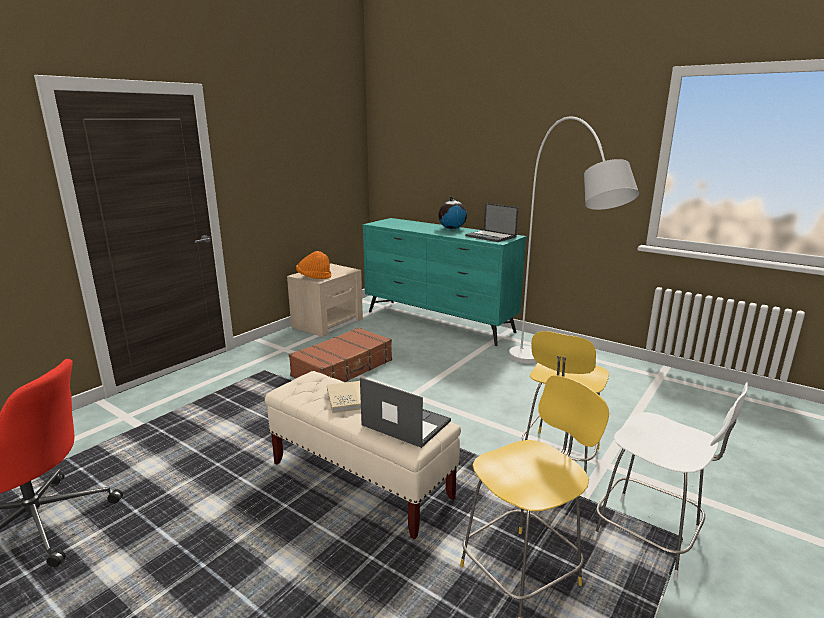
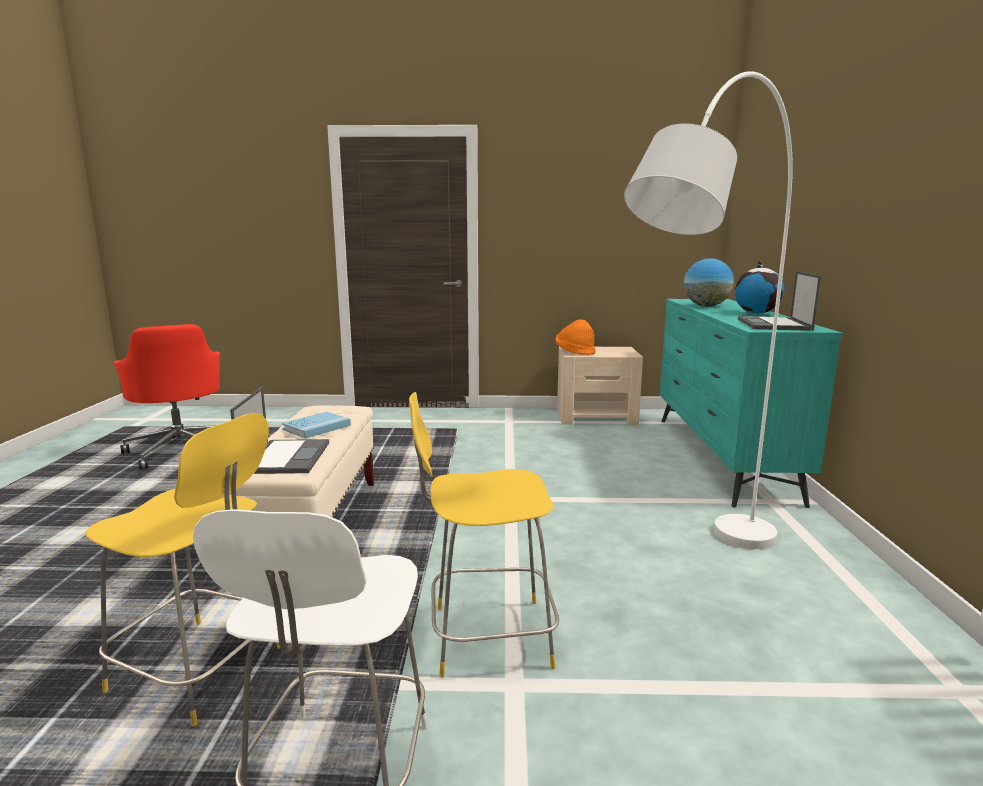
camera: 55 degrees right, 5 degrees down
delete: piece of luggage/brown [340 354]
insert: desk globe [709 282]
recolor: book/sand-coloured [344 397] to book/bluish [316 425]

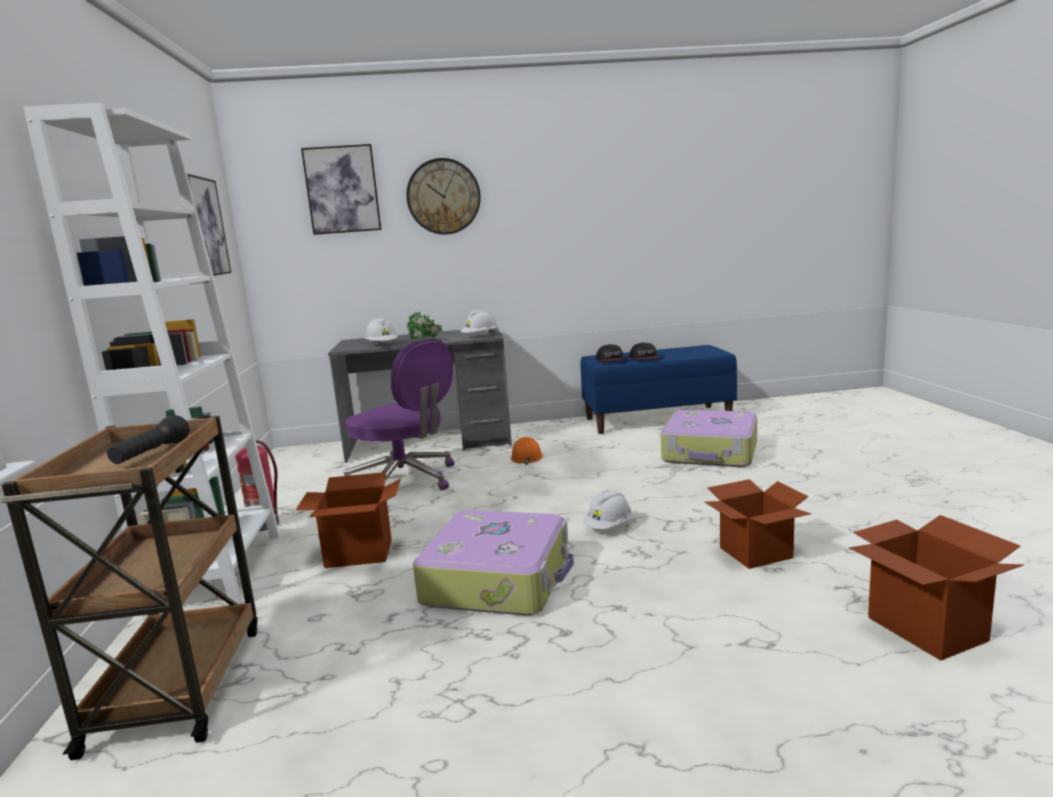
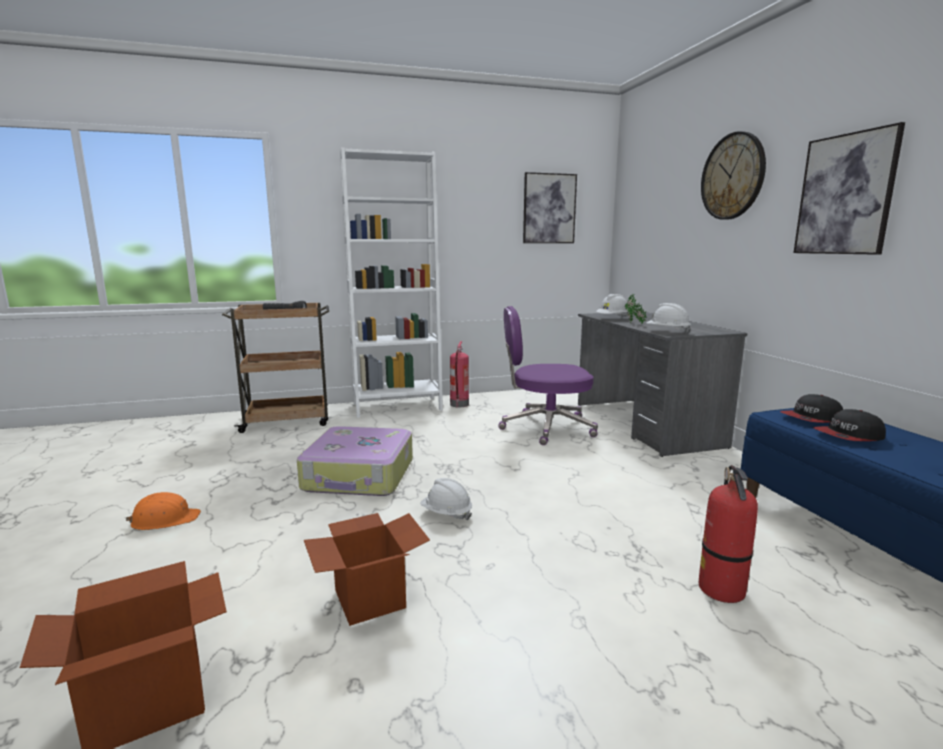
camera: 80 degrees right, 0 degrees up
delete: packing box [348 520]
move: wall art [341 189] to [849 188]; hard hat/orange [527 451] to [163 511]
replace: piece of luggage [709 438] to fire-fighting cylinder [728 534]
rotate: desk chair/purplish [399 414] = [548 375] 60 degrees clockwise

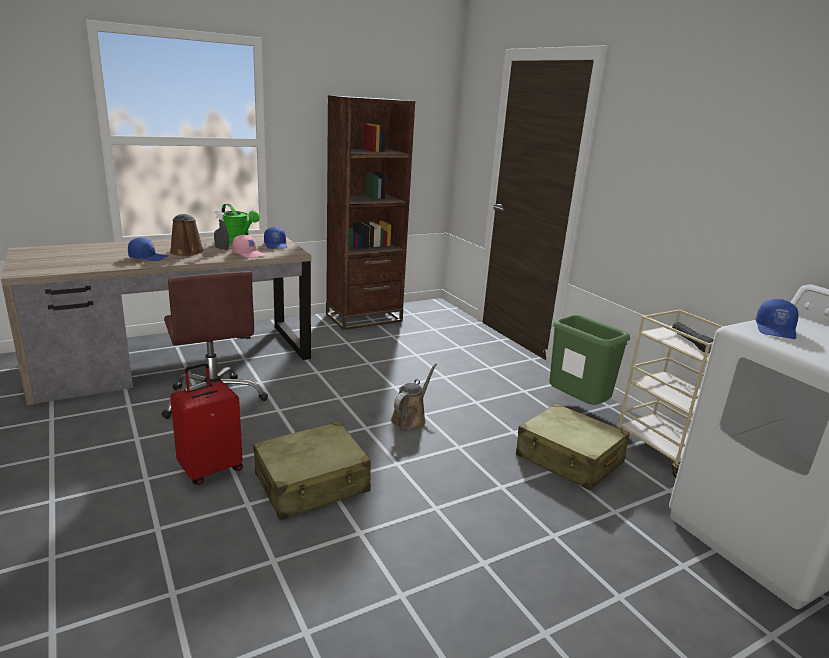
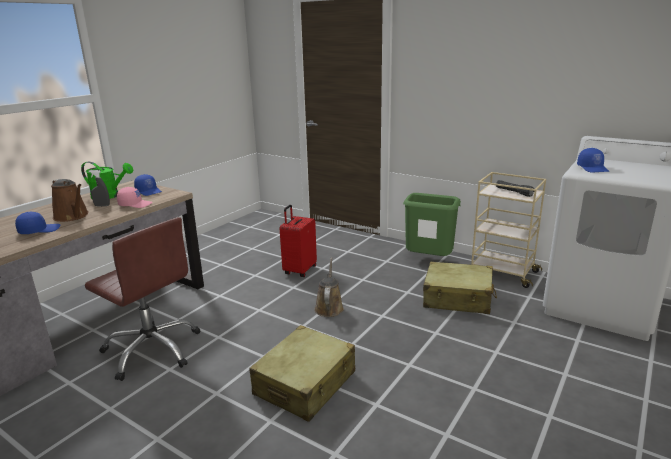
camera: 25 degrees left, 0 degrees up
delete: bookcase/brown [370 212]
move: piece of luggage/reddish [206 423] to [298 241]

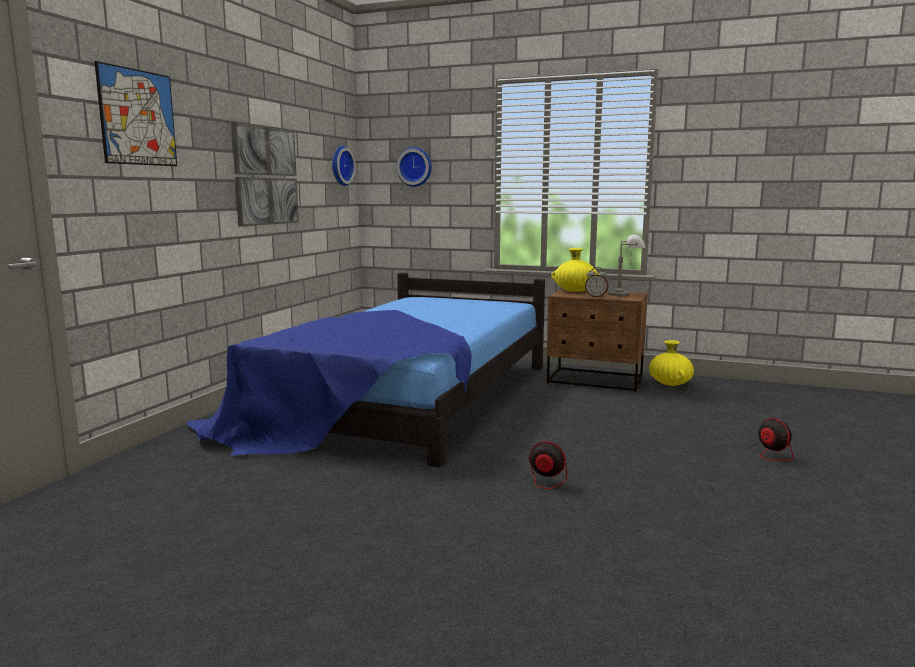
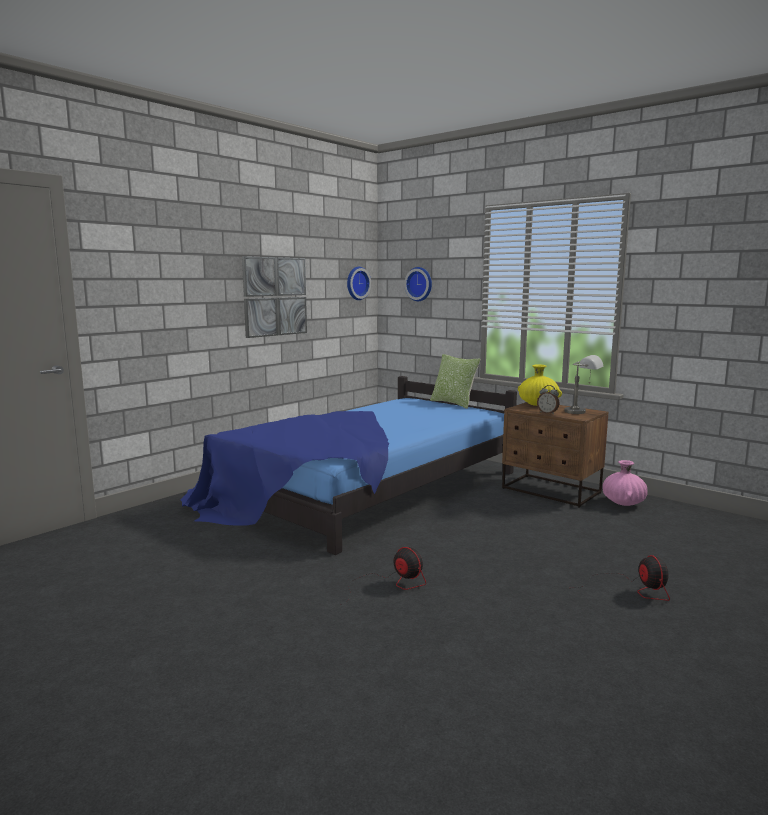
camera: 20 degrees right, 0 degrees up
delete: wall art [135 113]
insert: pillow [455 381]
recolor: decorative vase/yellow-coloured [671 363] to decorative vase/pink [625 483]

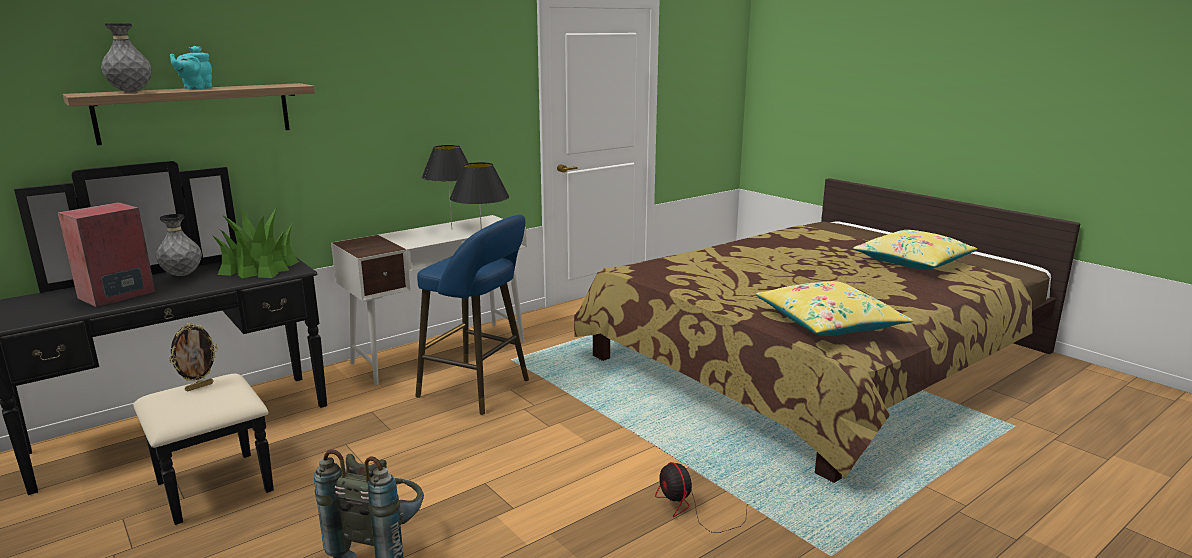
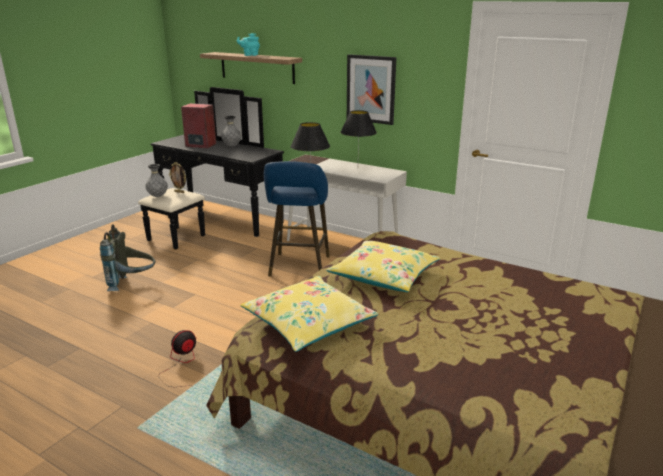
camera: 70 degrees right, 5 degrees up
delete: plant in a pot [255 243]
insert: wall art [372 89]
move: decorative vase/greyish [126 57] to [156 180]; pillow/yellow-coloured [915 250] to [383 266]

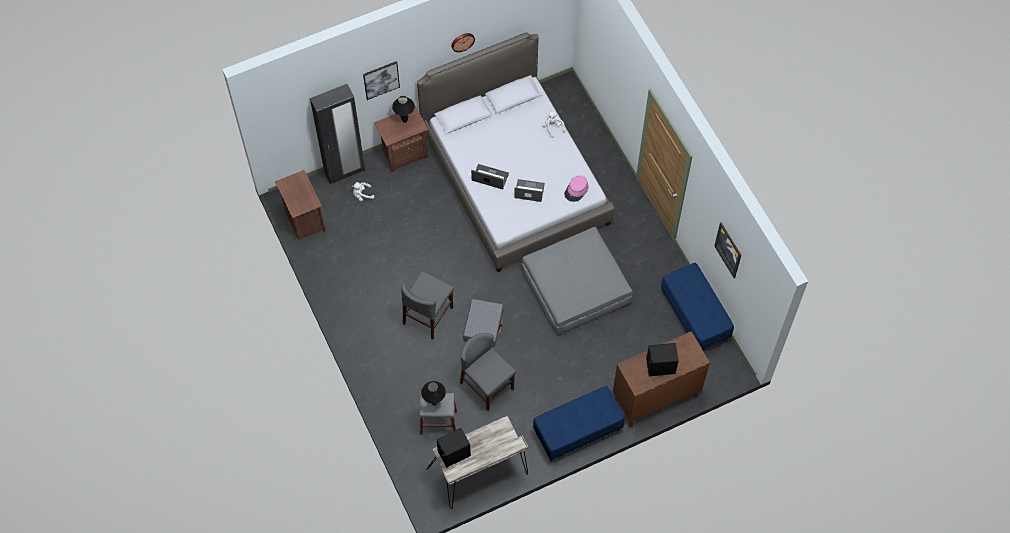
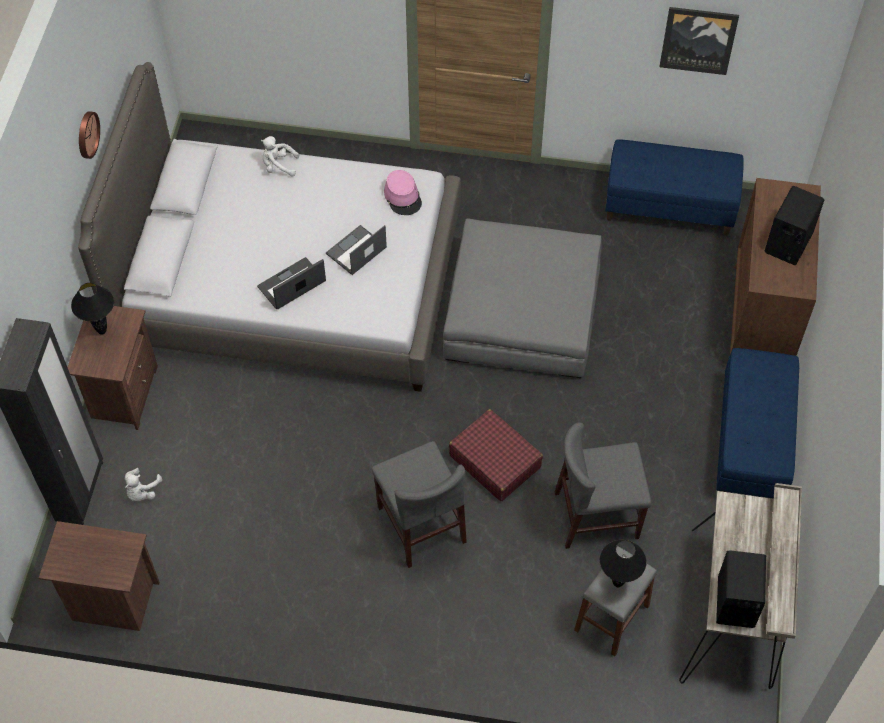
camera: 55 degrees left, 5 degrees down
delete: wall art [381 80]
recolor: piece of luggage/greyish [483 323] to piece of luggage/reddish [496 455]

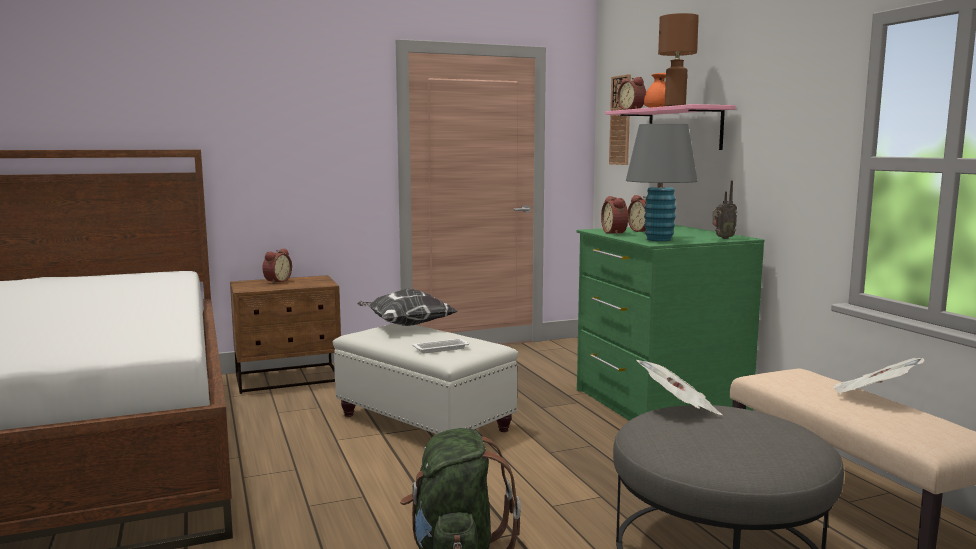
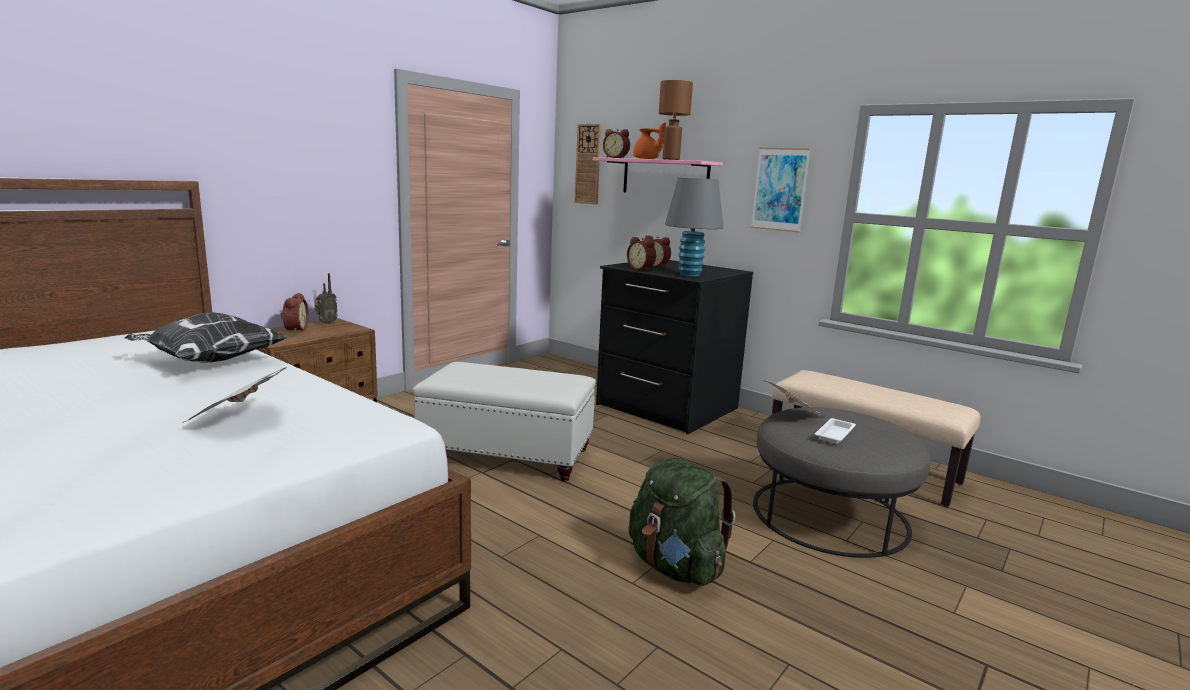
camera: 30 degrees left, 5 degrees up
insert: wall art [781 190]
move: pillow [407 307] to [206 337]; serving tray/white-coloured [440 346] to [835 431]; radio receiver [724 210] to [326 298]; daily paper [879 376] to [234 395]
recolor: drawer chest/green-coloured [670 323] to drawer chest/blackish [674 347]

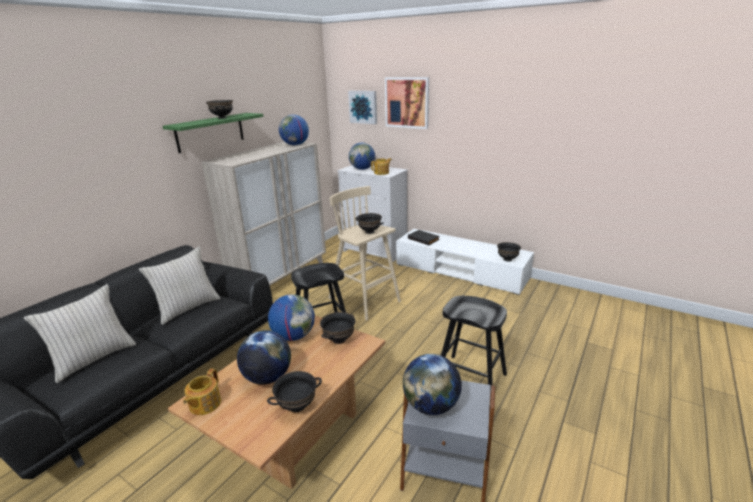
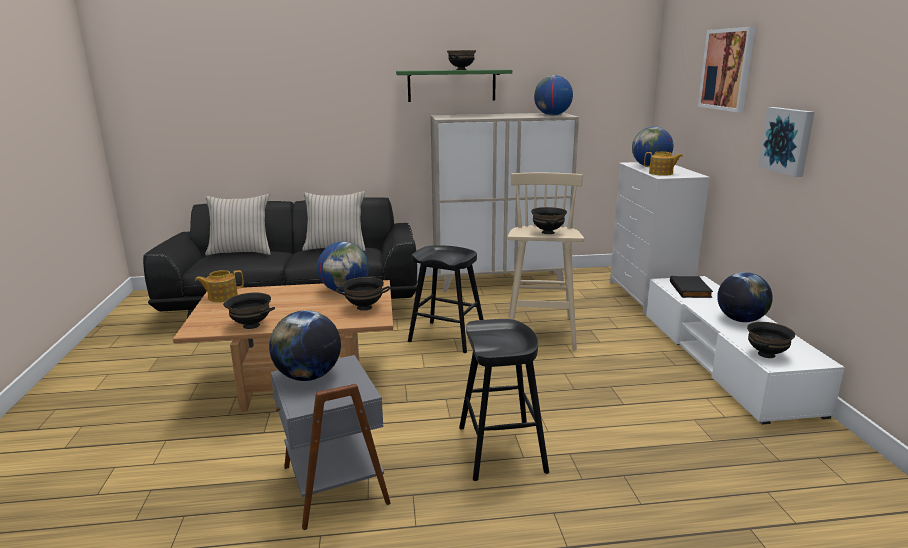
camera: 50 degrees right, 5 degrees down
move: desk globe [264 357] to [745 297]; wall art [362 107] to [786 142]

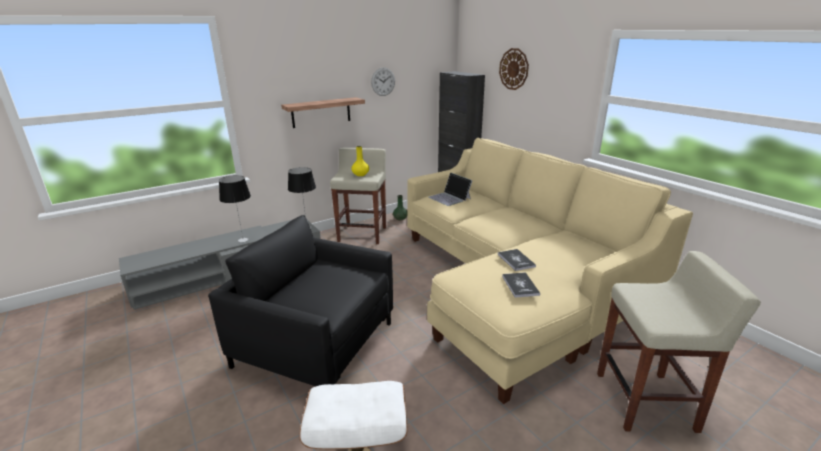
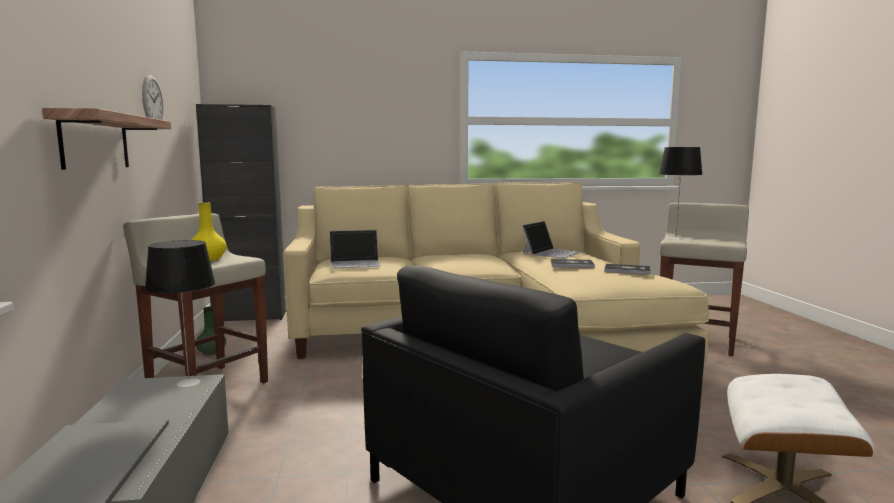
camera: 65 degrees left, 15 degrees down
delete: wall clock [514 69]
insert: laptop [552 239]
move: tabletop lamp [235 208] to [681 193]

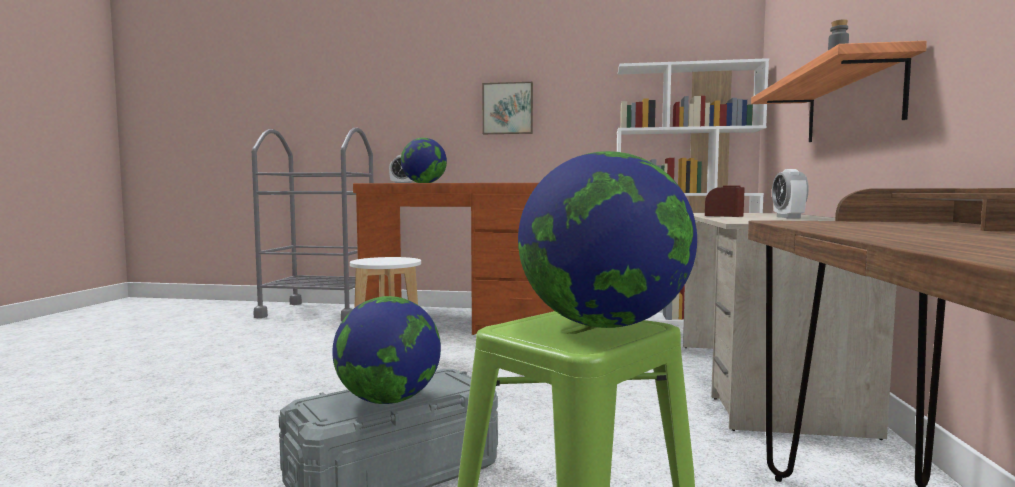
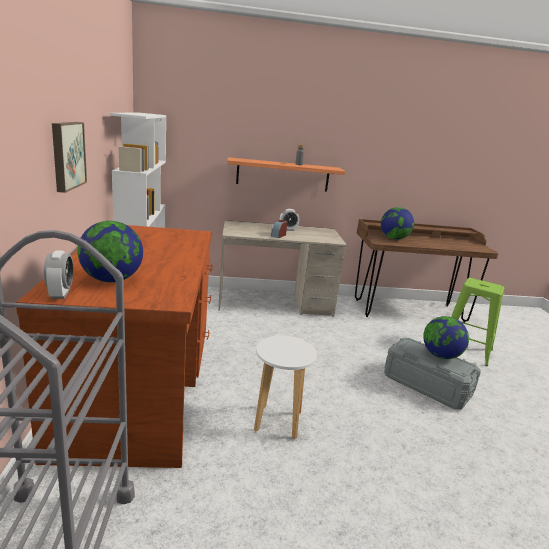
camera: 105 degrees left, 15 degrees up
move: desk globe [607 239] to [397 223]

